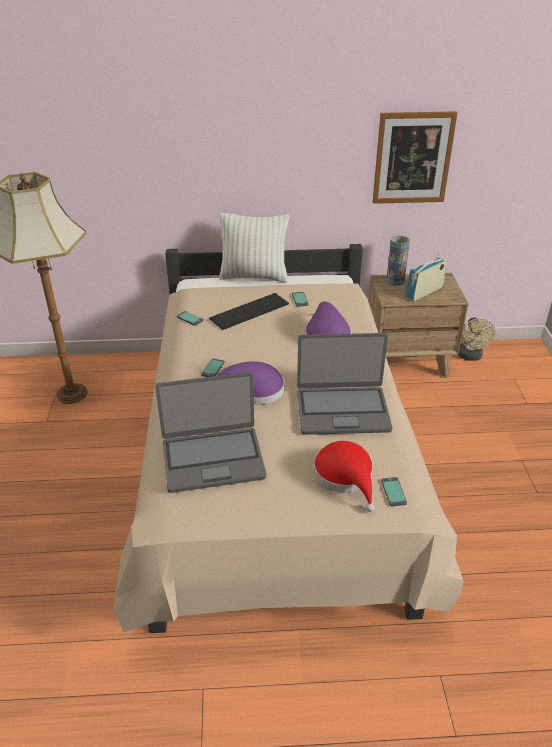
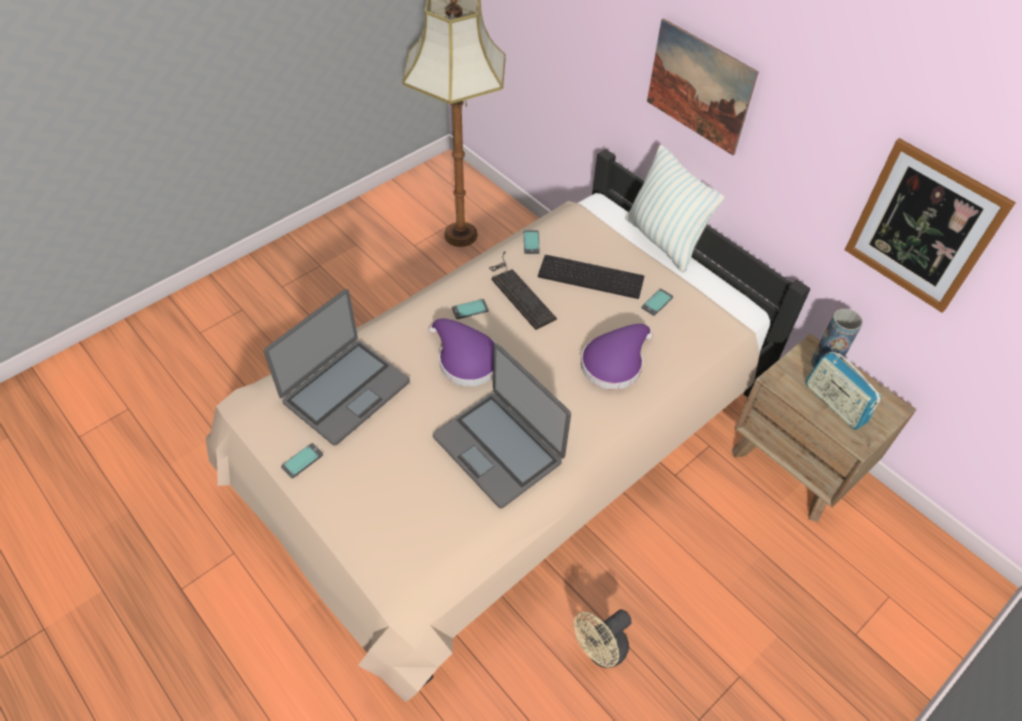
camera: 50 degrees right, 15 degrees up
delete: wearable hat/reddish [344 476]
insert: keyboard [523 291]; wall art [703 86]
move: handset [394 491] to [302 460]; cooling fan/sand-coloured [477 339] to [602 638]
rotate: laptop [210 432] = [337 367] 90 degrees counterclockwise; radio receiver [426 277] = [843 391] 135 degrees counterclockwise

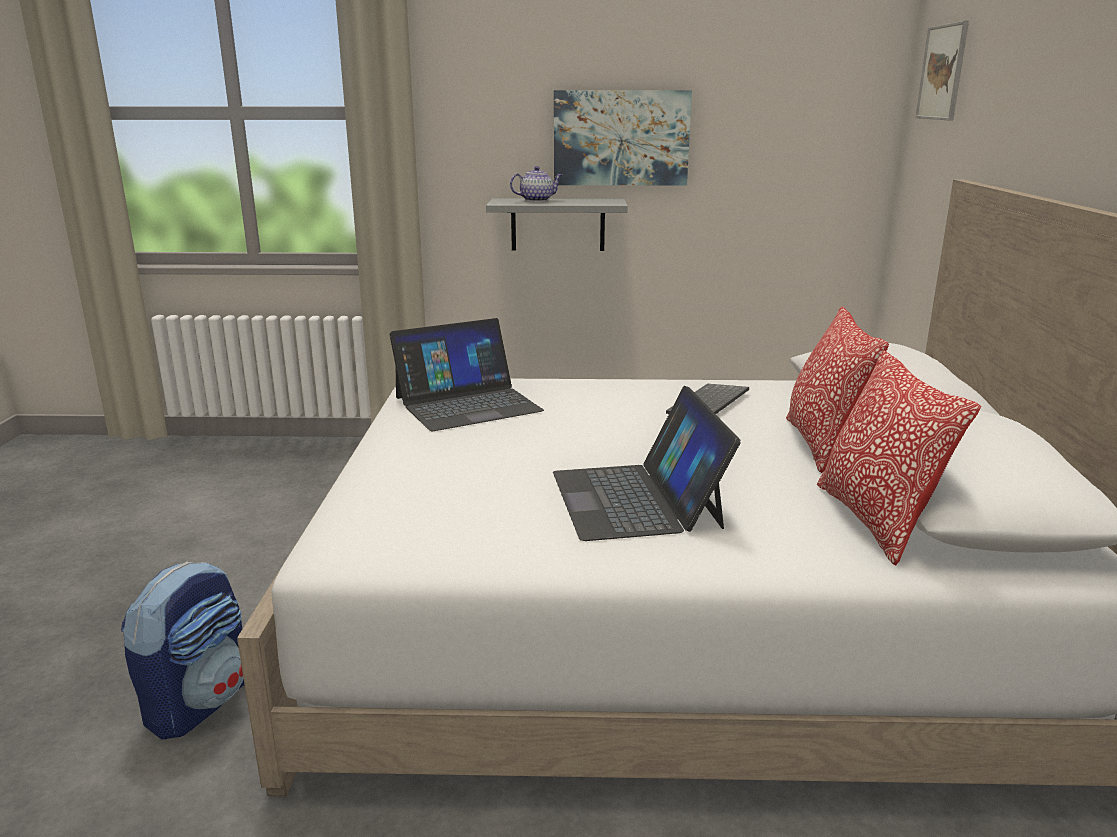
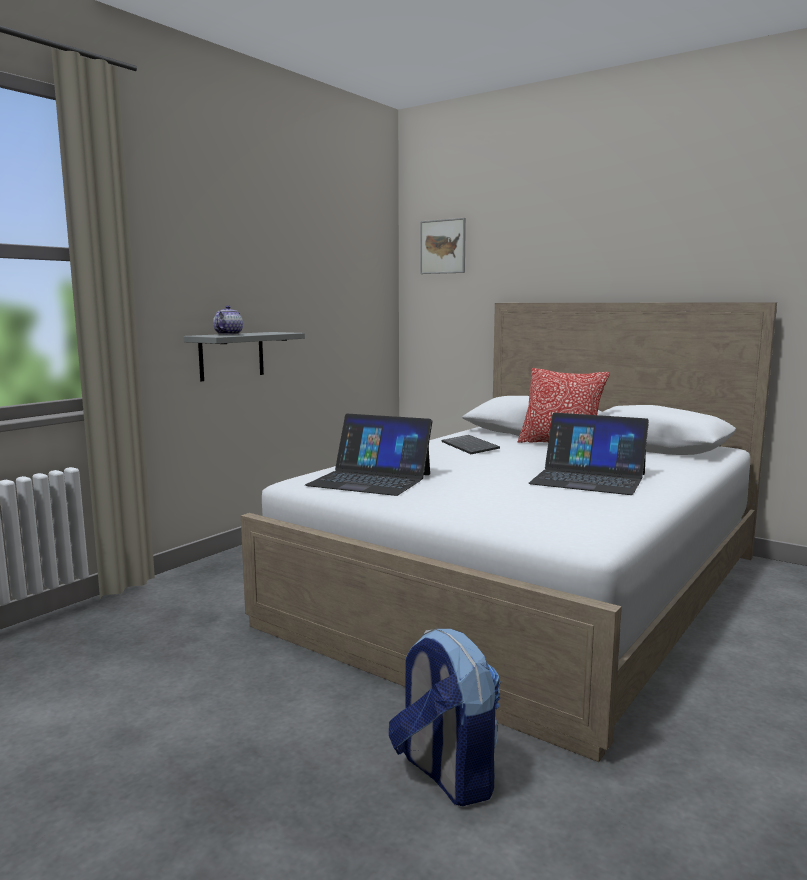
camera: 55 degrees left, 10 degrees down
delete: wall art [623 137]; pillow [899 457]
rotate: laptop [466 374] = [368 455] 105 degrees clockwise

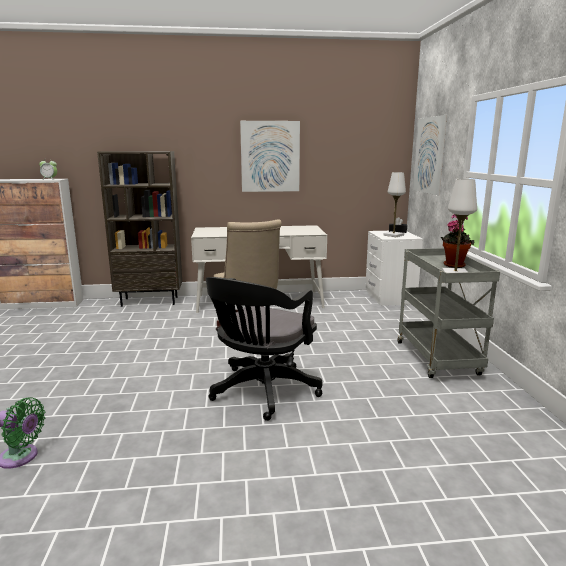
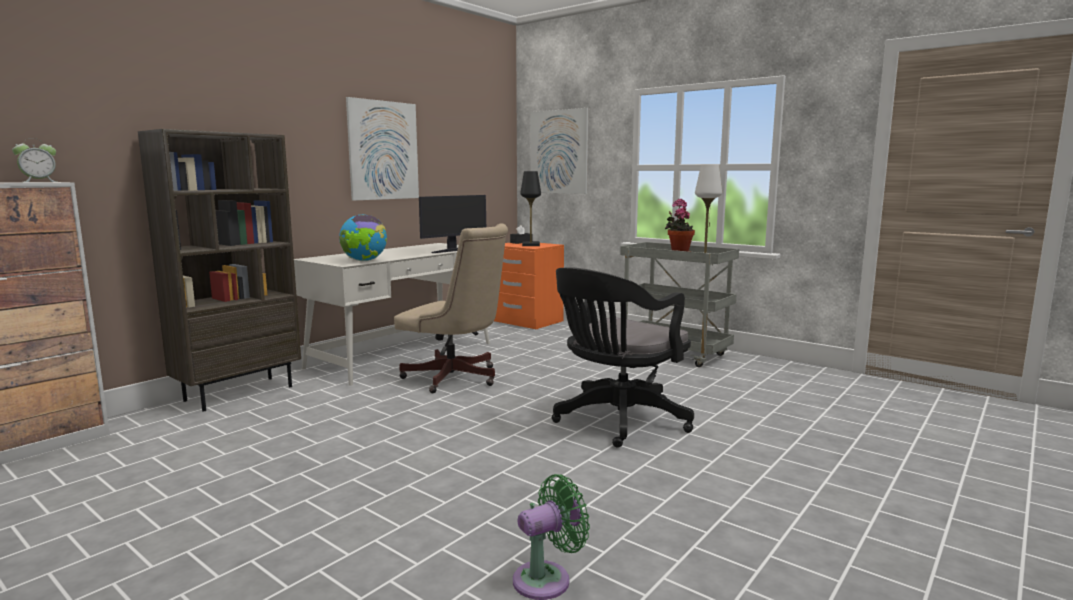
camera: 45 degrees left, 5 degrees down
insert: desk globe [363 238]; monitor [452 224]
recolor: night table/white-coloured [394 268] to night table/orange [529 286]; tabletop lamp/white-coloured [394 204] to tabletop lamp/blackish [530 208]
rotate: desk chair/blackish [264 349] = [623 357] 60 degrees clockwise

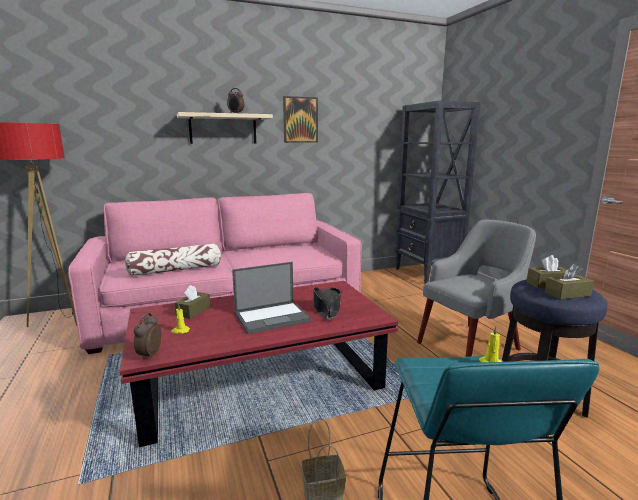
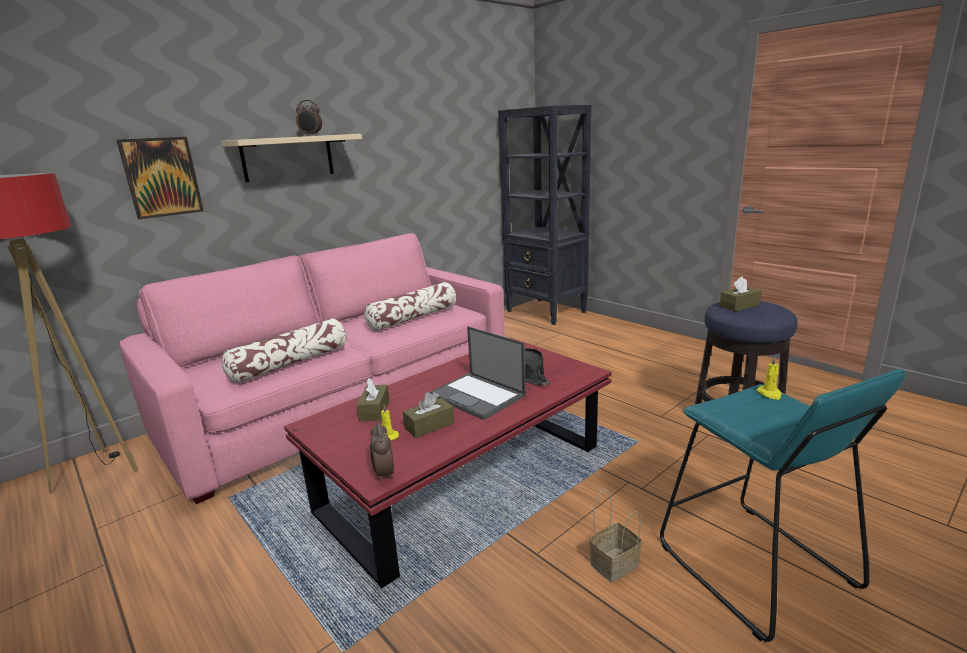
camera: 20 degrees left, 5 degrees up
delete: lounge chair/greyish [476 288]
insert: pillow [410 306]
move: wall art [300 119] to [160 178]; box of tissues/brown [569 282] to [428 415]
rotate: laptop [272 298] = [477 373] 90 degrees clockwise

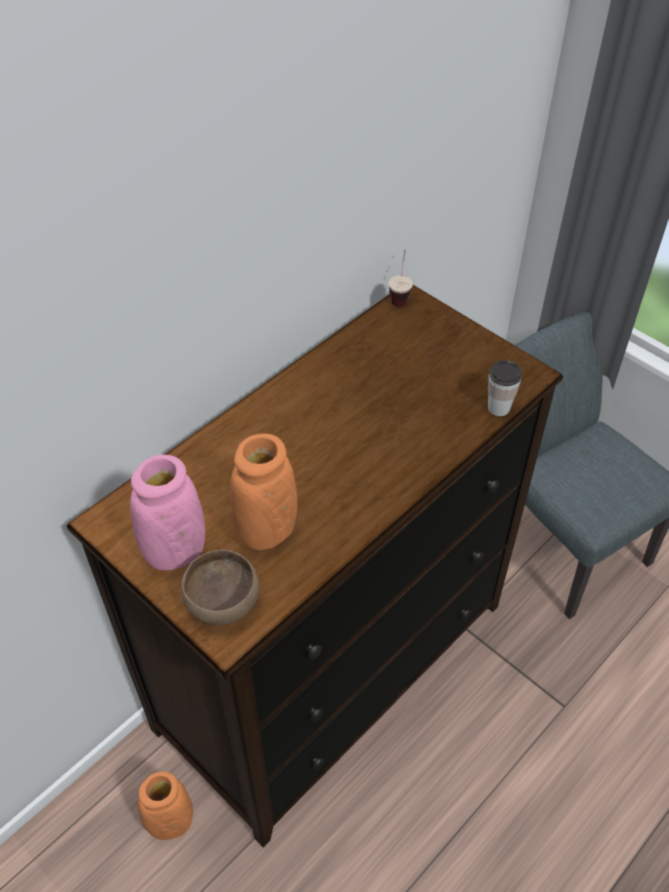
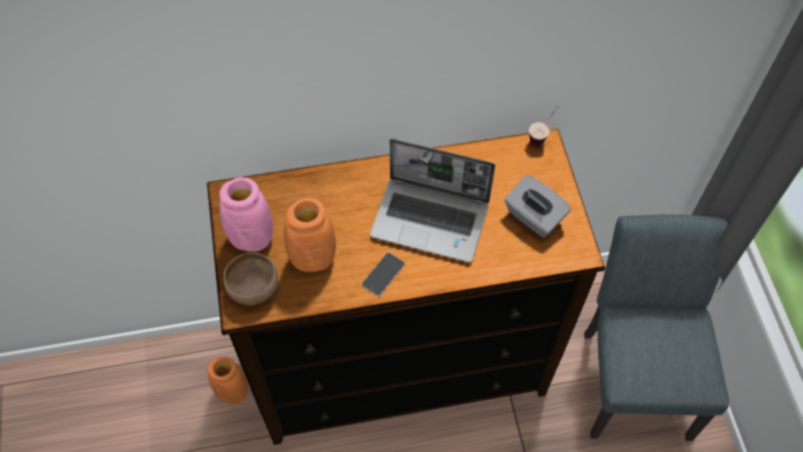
camera: 35 degrees right, 10 degrees up
delete: drinking cup [505 388]
insert: handset [383 274]; laptop [432 200]; box of tissues/greyish [537 206]

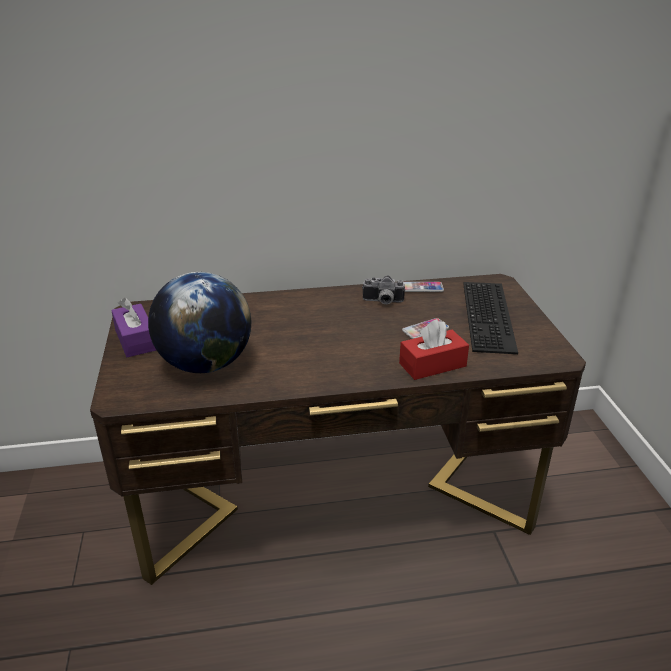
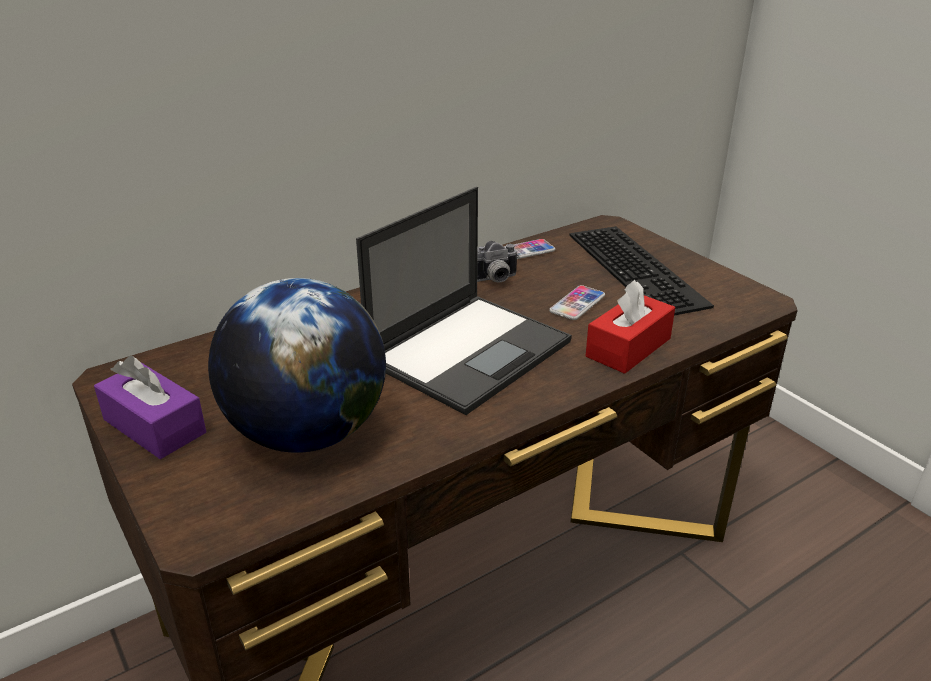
camera: 25 degrees left, 0 degrees up
insert: laptop [464 301]

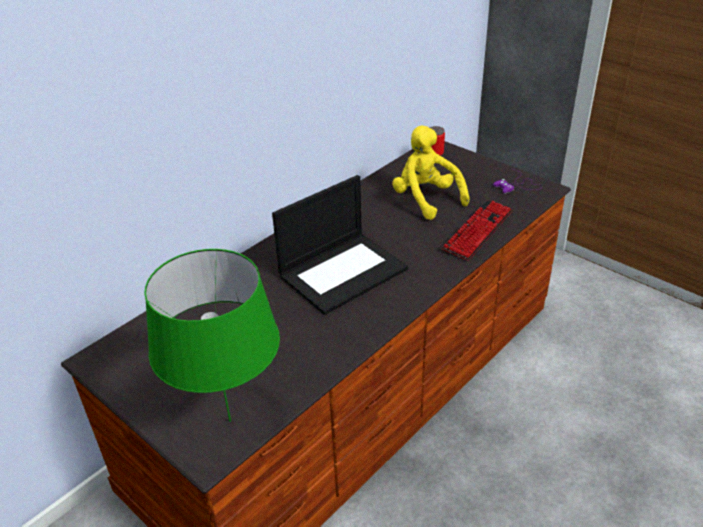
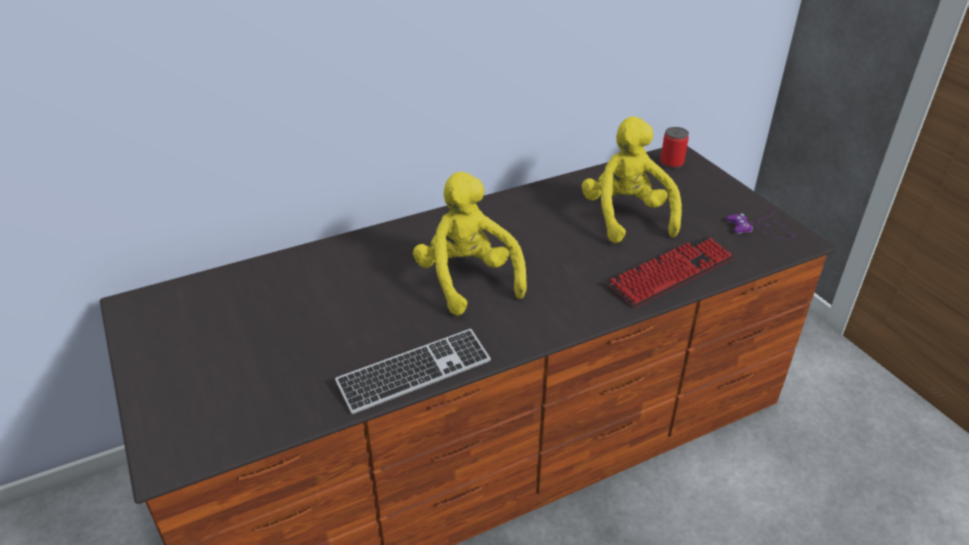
camera: 20 degrees right, 0 degrees up
delete: tabletop lamp/green-coloured [212 335]
insert: keyboard [413 371]
replace: laptop [340 245] to plush toy/yellow-coloured [470 244]

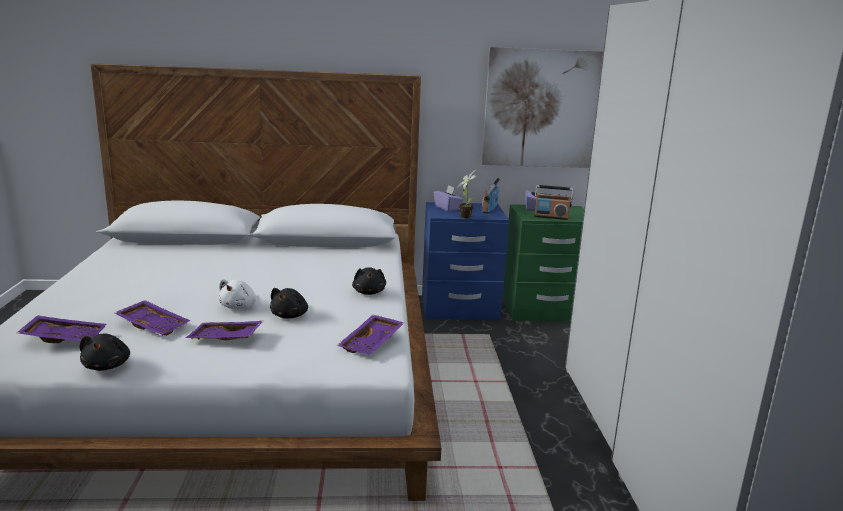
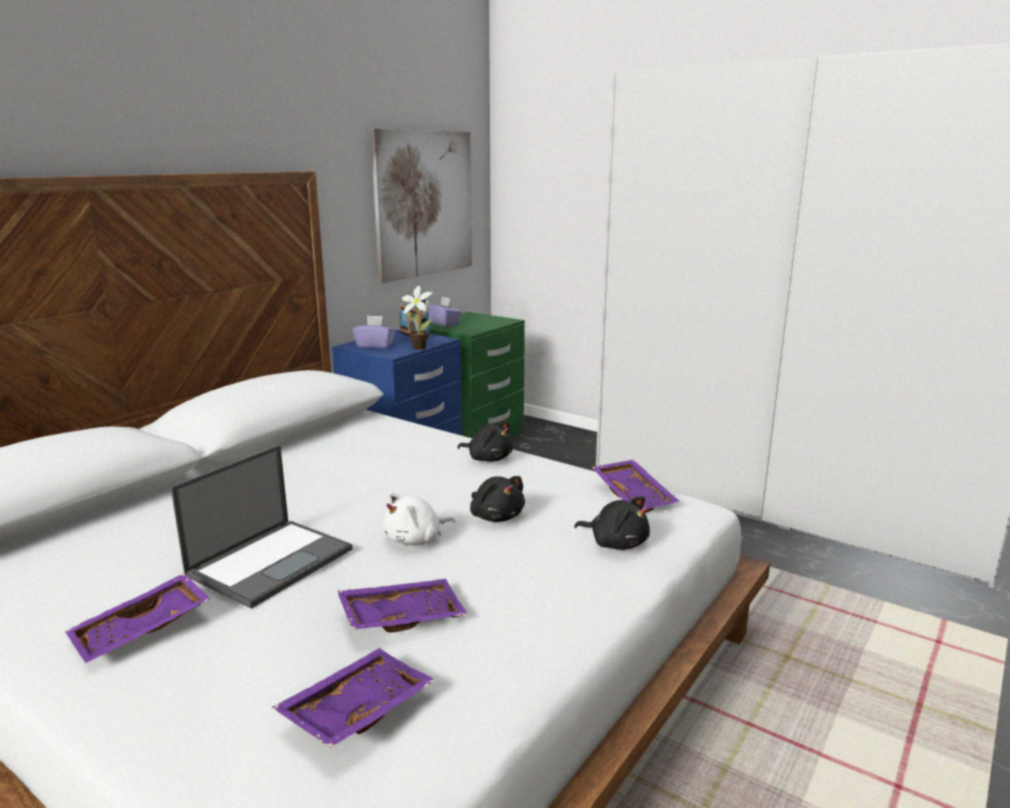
camera: 50 degrees left, 0 degrees up
delete: radio receiver [553 202]
insert: laptop [261 527]
move: plush toy/blackish [105 352] to [612 523]; serving tray/purplish [224 330] to [137 618]
rotate: plush toy/white-coloured [237 294] = [419 518] 90 degrees clockwise

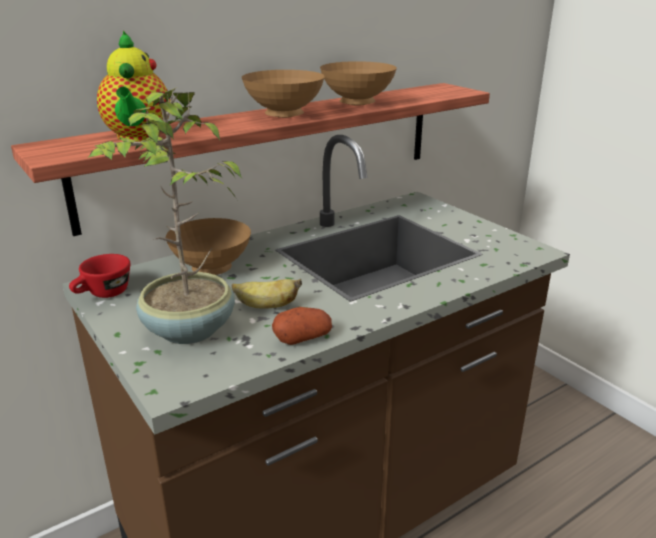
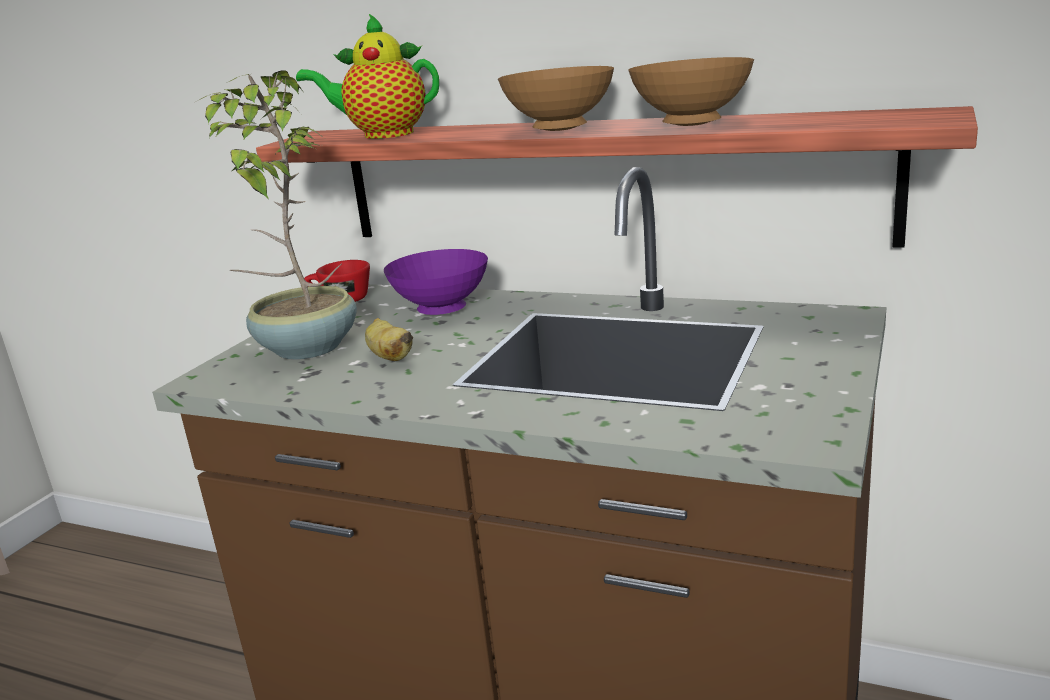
camera: 60 degrees right, 5 degrees down
delete: spud [302 326]
recolor: deep dish/brown [208 246] to deep dish/purplish [436 282]
rotate: pot for tea [133 86] = [367 76] 45 degrees clockwise

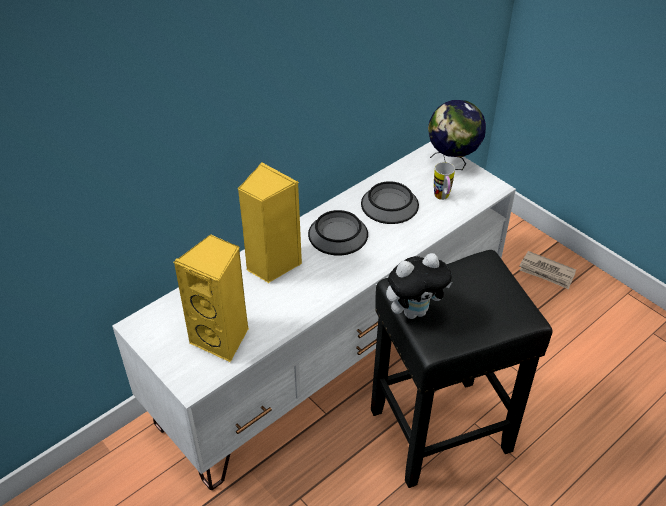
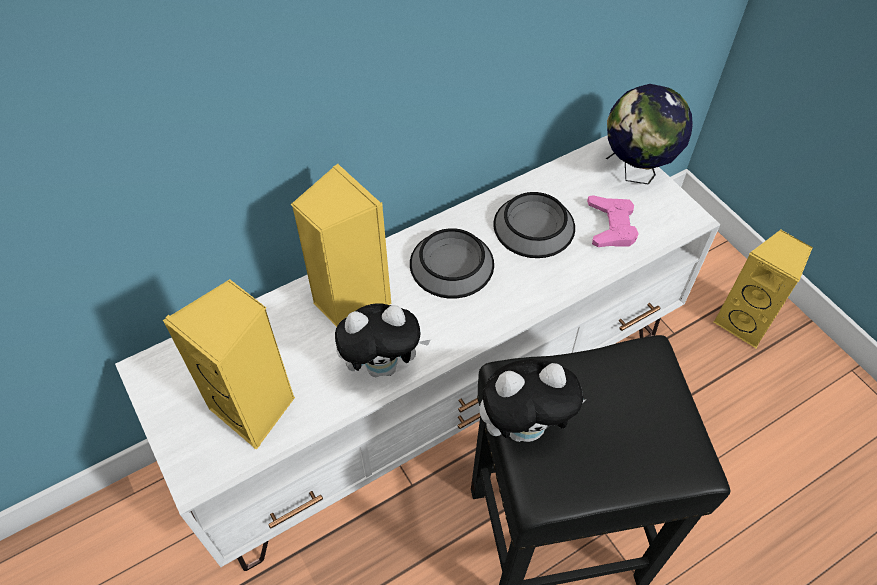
camera: 10 degrees right, 10 degrees up
insert: plush toy [383 340]
replace: mug [444 181] to joypad/pink [613 221]; daily paper [547 270] to audio speaker/yellow-coloured [763 289]

